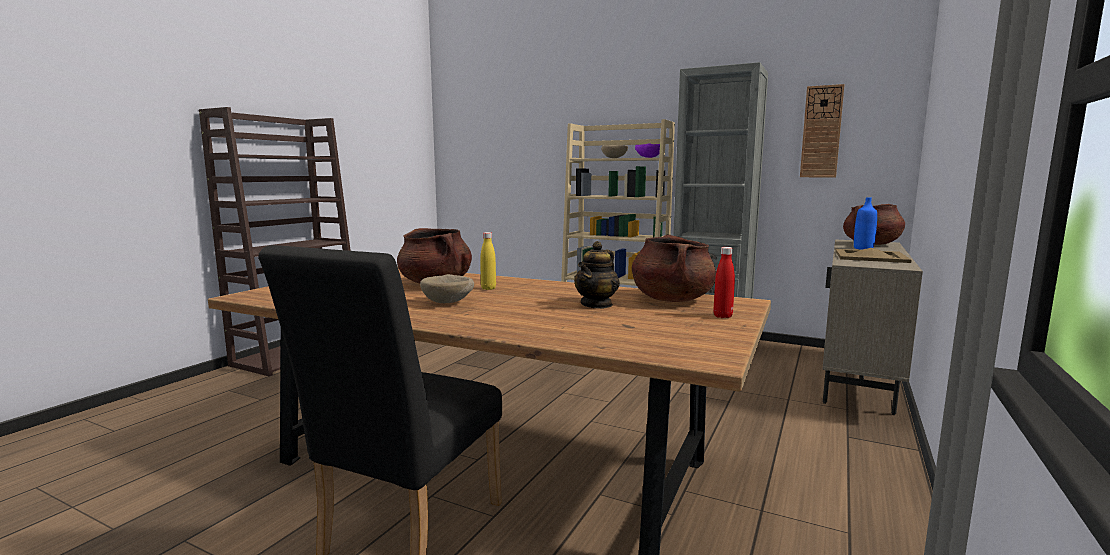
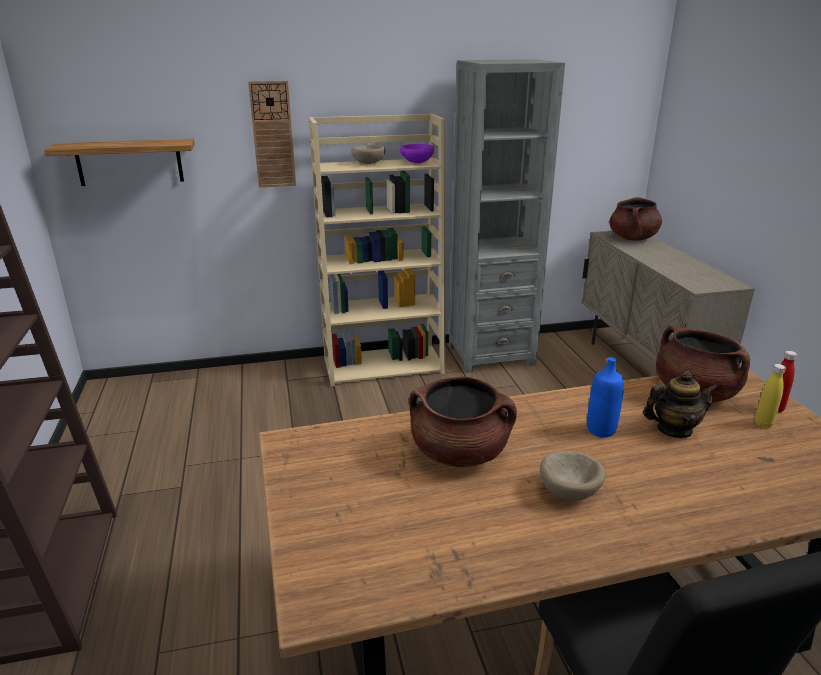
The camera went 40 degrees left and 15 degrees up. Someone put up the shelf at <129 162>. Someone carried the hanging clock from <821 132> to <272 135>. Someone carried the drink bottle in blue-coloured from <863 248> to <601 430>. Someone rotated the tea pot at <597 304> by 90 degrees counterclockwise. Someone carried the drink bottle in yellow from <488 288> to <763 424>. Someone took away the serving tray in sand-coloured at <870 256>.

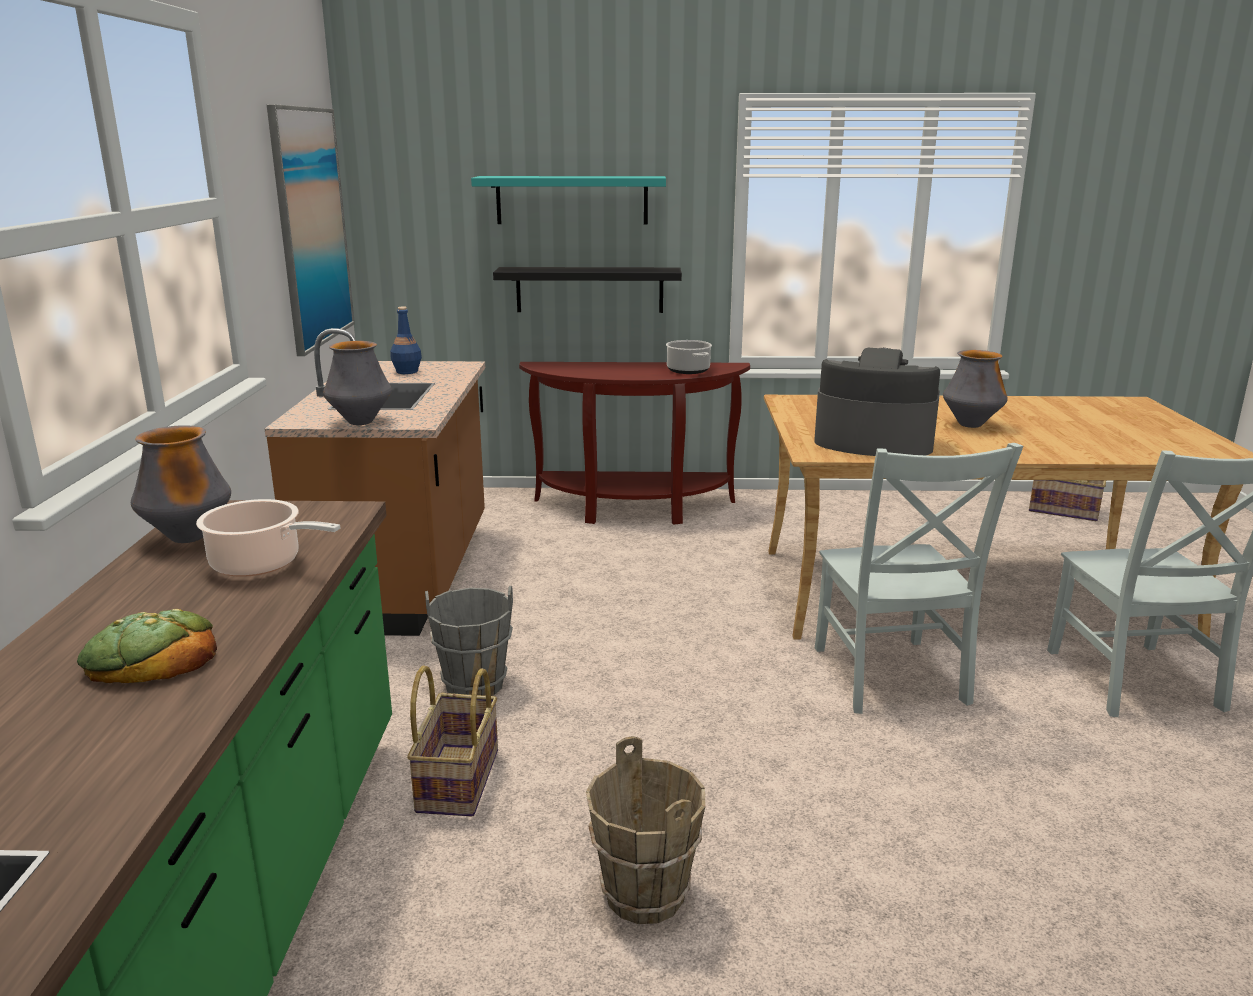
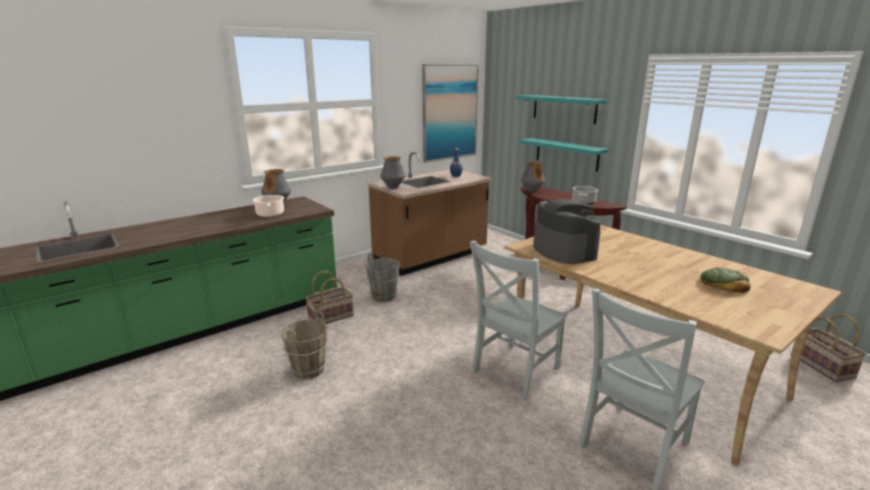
The camera went 50 degrees right and 0 degrees up. Someone repainted the shelf in black-coloured at <589 289>, which became the shelf in blue-green at <566 154>. Someone carried the flower vase from <971 425> to <532 191>. Someone carried the baked bread from <151 657> to <724 283>.

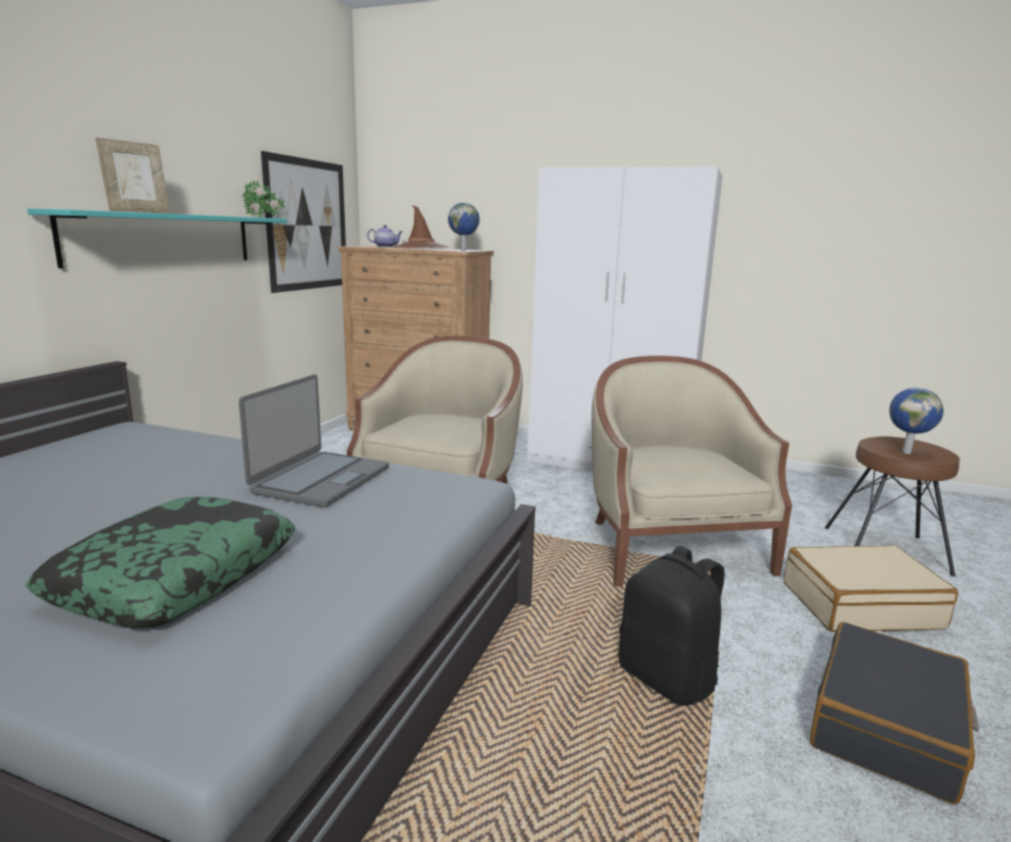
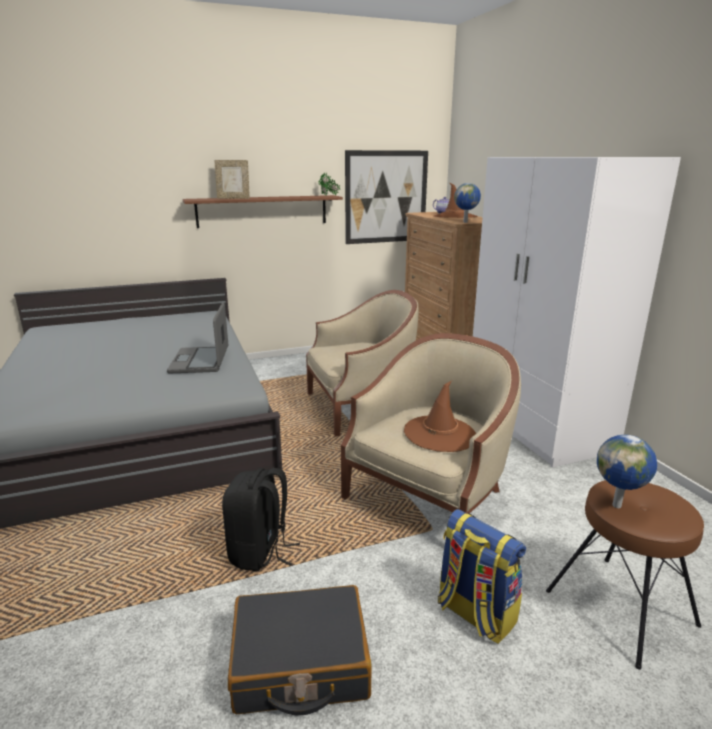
The camera went 50 degrees right and 5 degrees up. Someone rotated the notebook computer at <320 480> by 105 degrees clockwise. Someone repainted the shelf in blue-green at <164 239>, which became the shelf in brown at <262 211>. Someone put down the hat in brown at <440 434>. Someone swapped the piece of luggage in sand-coloured at <860 605> for the rucksack at <474 614>. Someone took away the cushion at <176 577>.

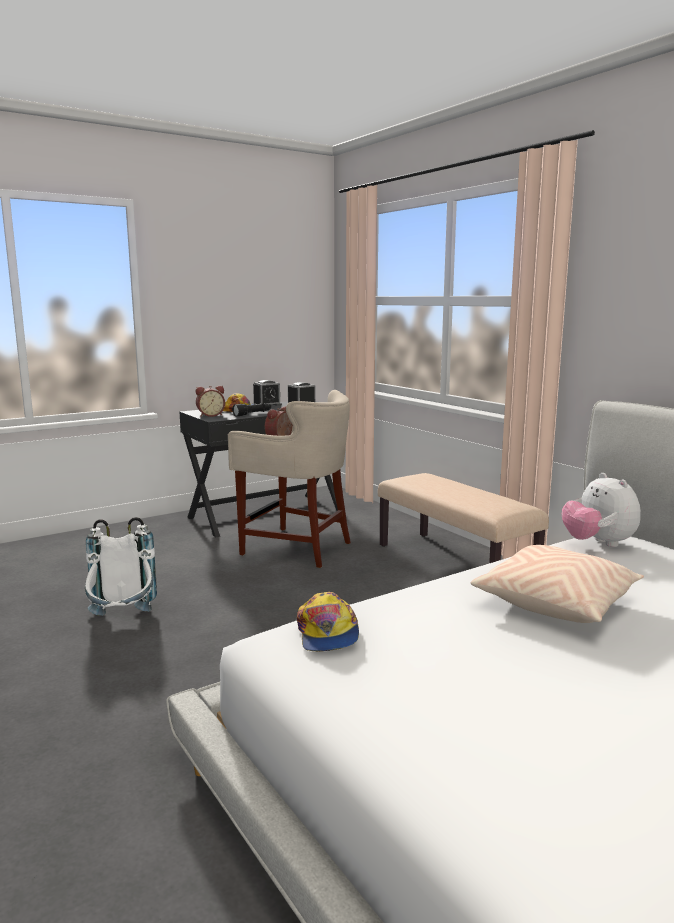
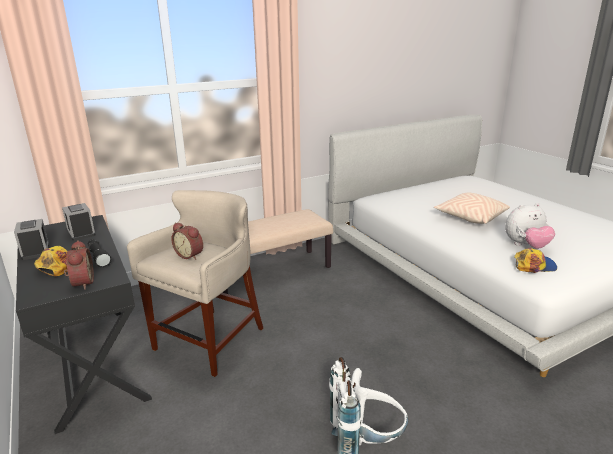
The camera went 85 degrees left and 10 degrees up. Someone carried the plush toy from <598 543> to <526 246>.

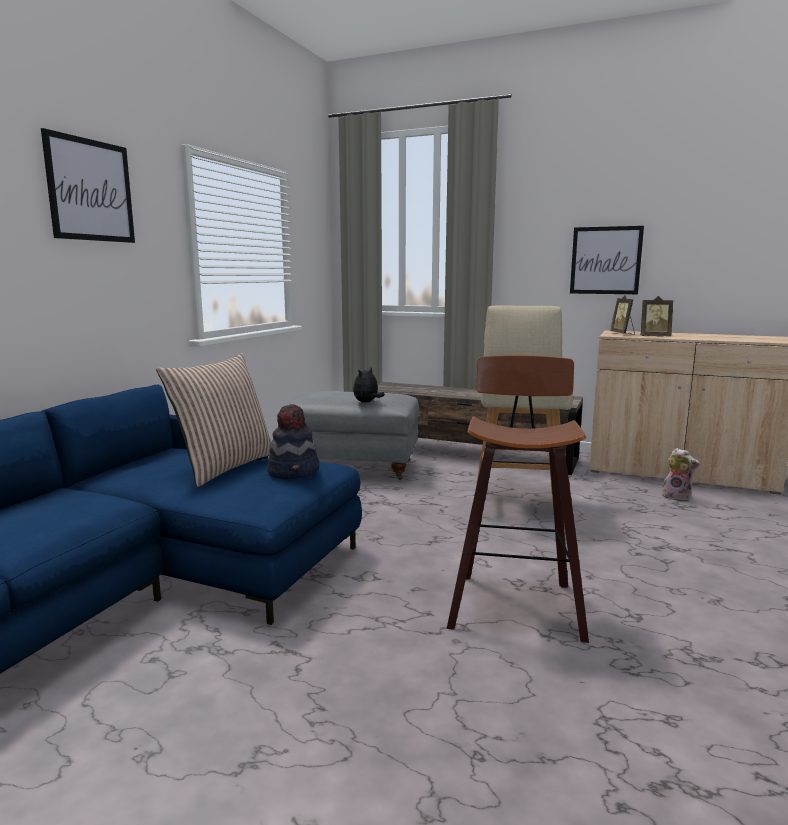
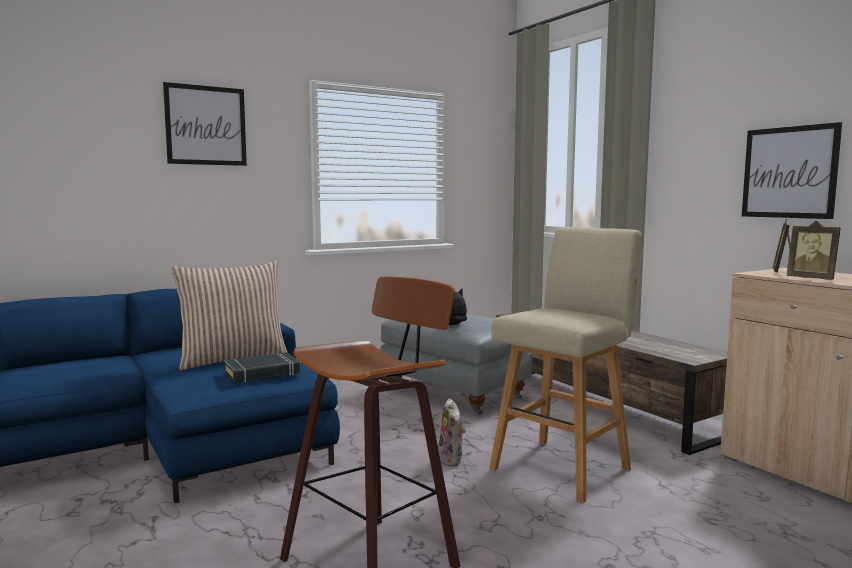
The camera went 35 degrees right and 5 degrees down. Someone swapped the hat at <294 472> for the bound book in black-coloured at <262 373>. Someone carried the plush toy from <677 497> to <452 460>.

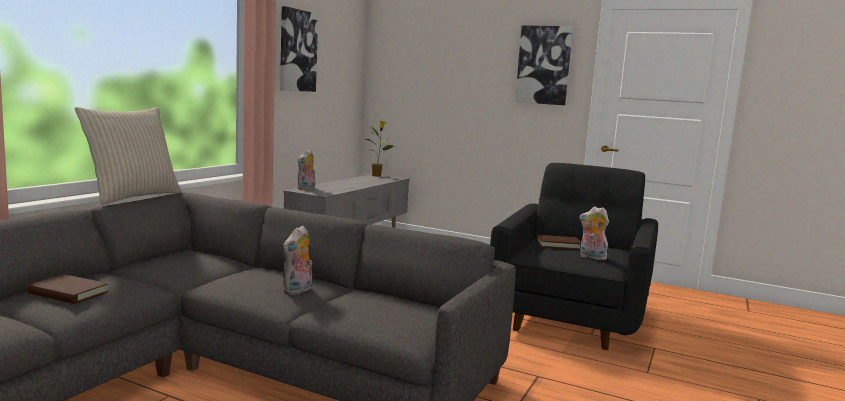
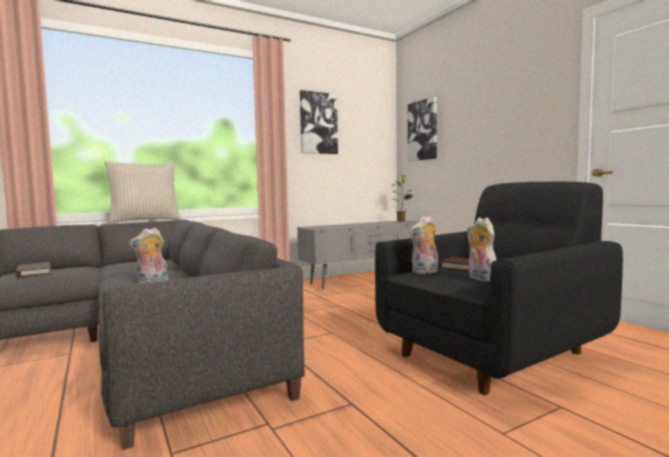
The camera went 35 degrees right and 5 degrees down. Someone carried the picture from <543 65> to <423 130>. Someone carried the plush toy from <306 189> to <425 272>.

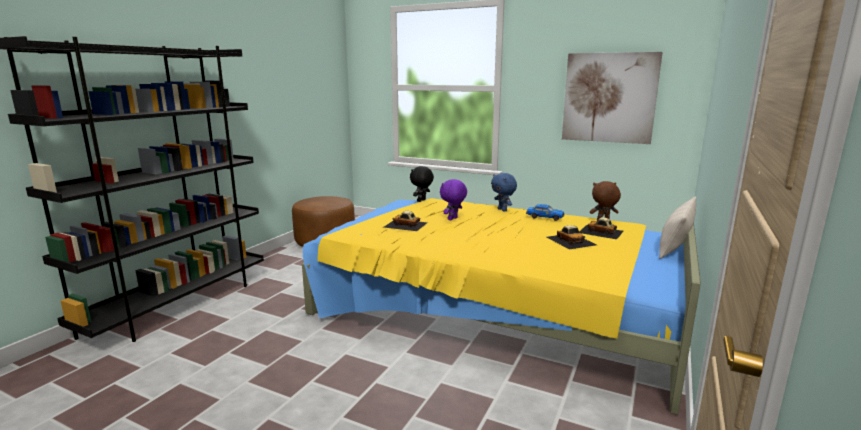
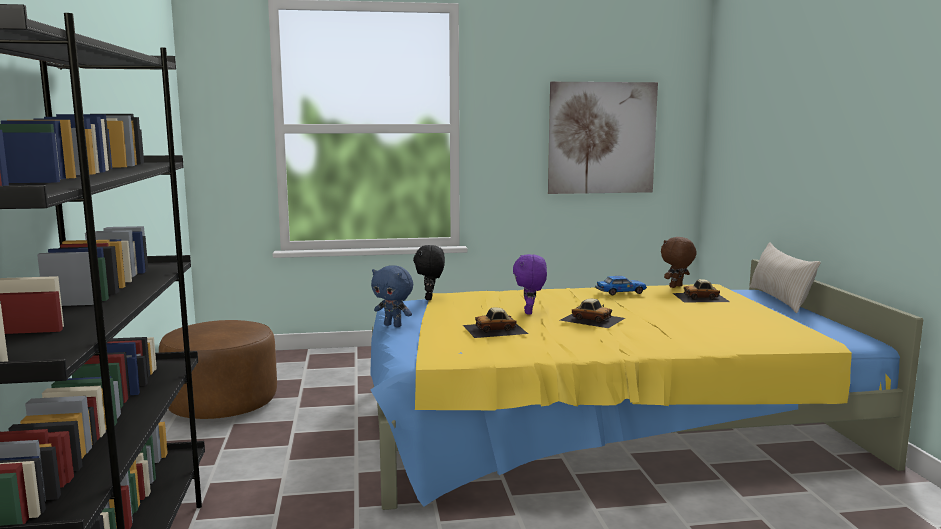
The camera went 35 degrees left and 5 degrees down. Someone carried the plush toy in blue-coloured from <503 210> to <393 325>. Someone carried the toy car from <571 240> to <592 319>.

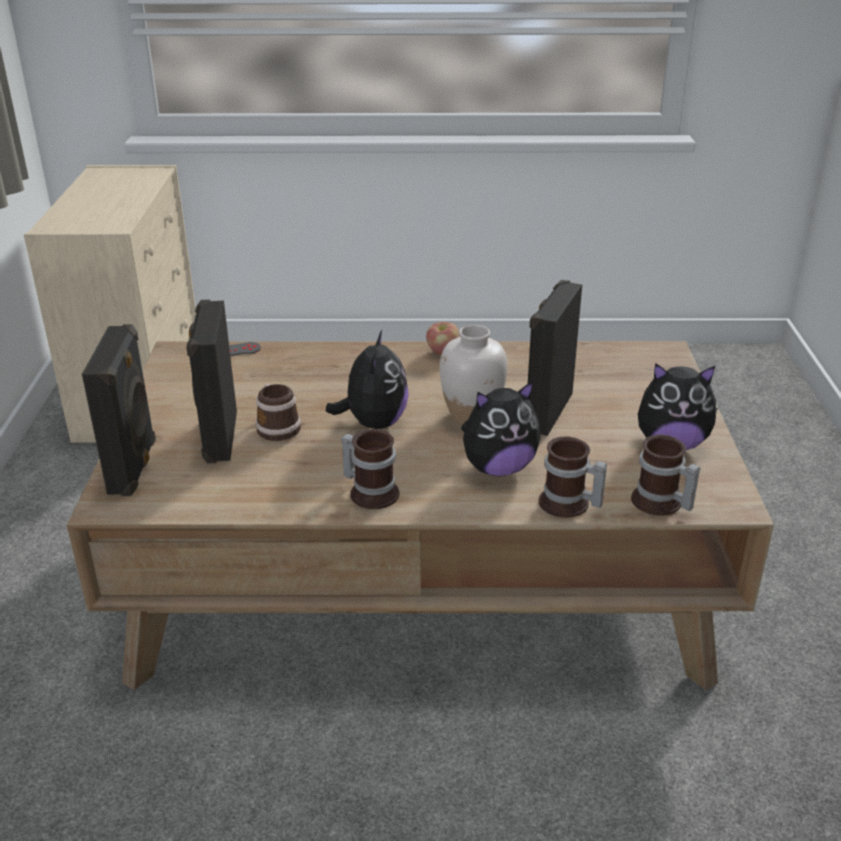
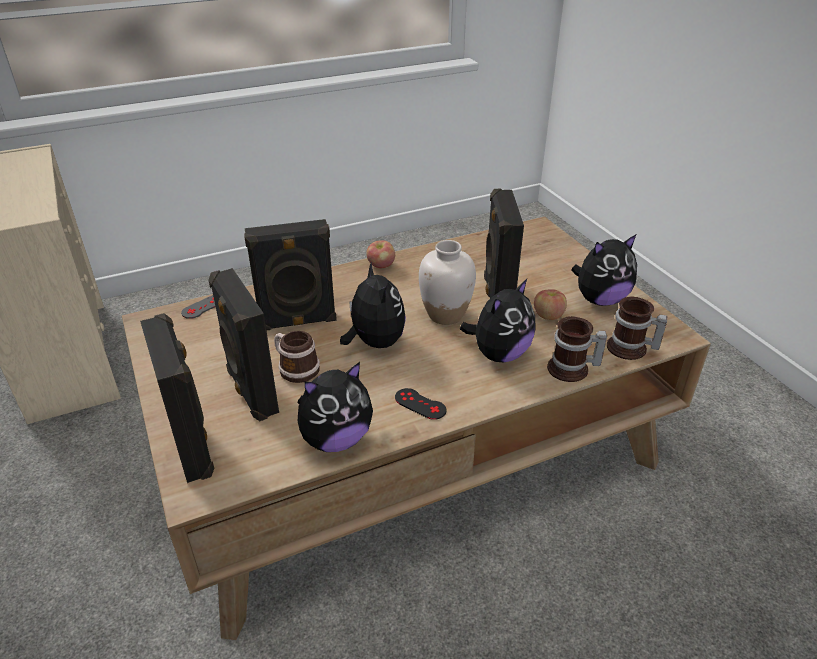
The camera went 25 degrees left and 5 degrees up. Someone put down the speaker in black-coloured at <298 322>. Someone put down the plush toy at <336 439>. Someone swapped the mug at <372 491> for the game controller in black-coloured at <420 404>. Someone put down the whole apple at <548 316>.

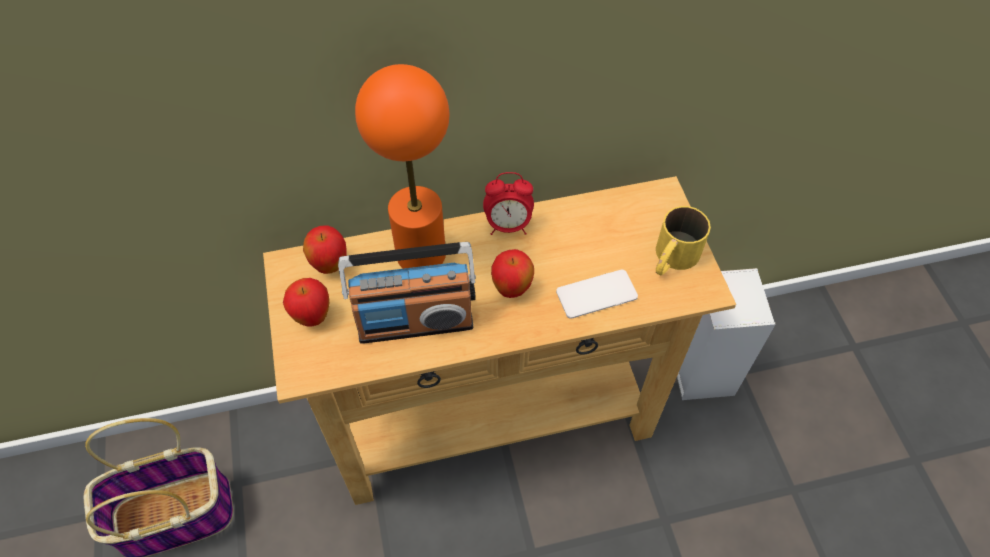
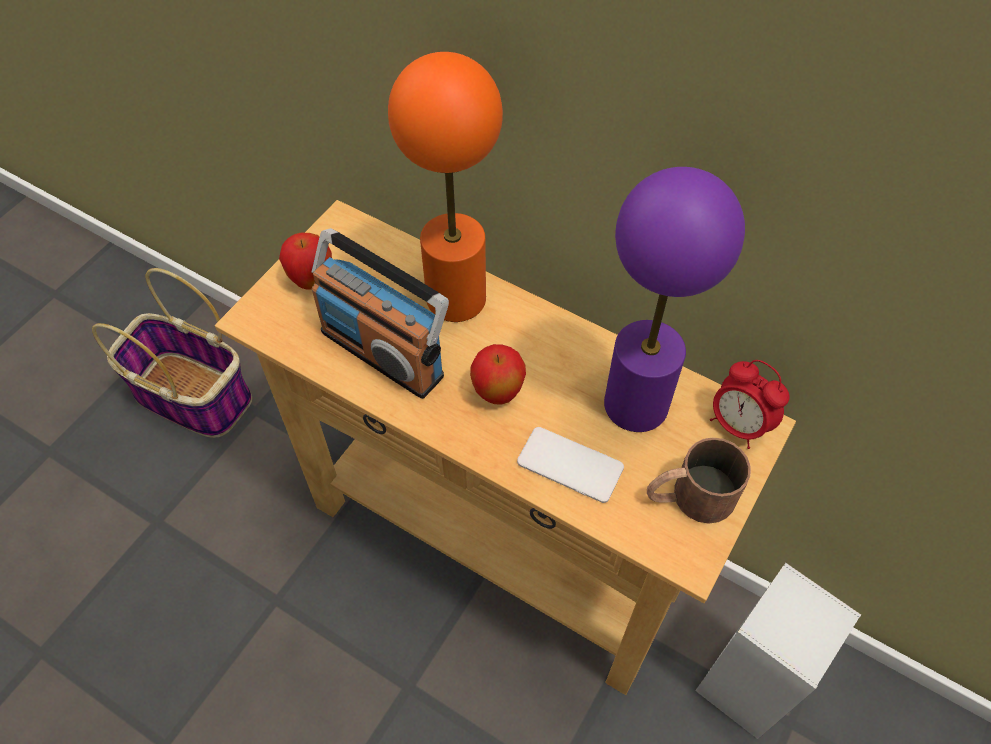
The camera went 45 degrees right and 0 degrees up. Someone put down the lamp for a table in purplish at <635 405>. Someone repainted the mug in yellow at <672 259>, which became the mug in brown at <689 496>. Someone carried the table clock from <508 226> to <738 425>. Someone took away the whole apple at <330 265>.

